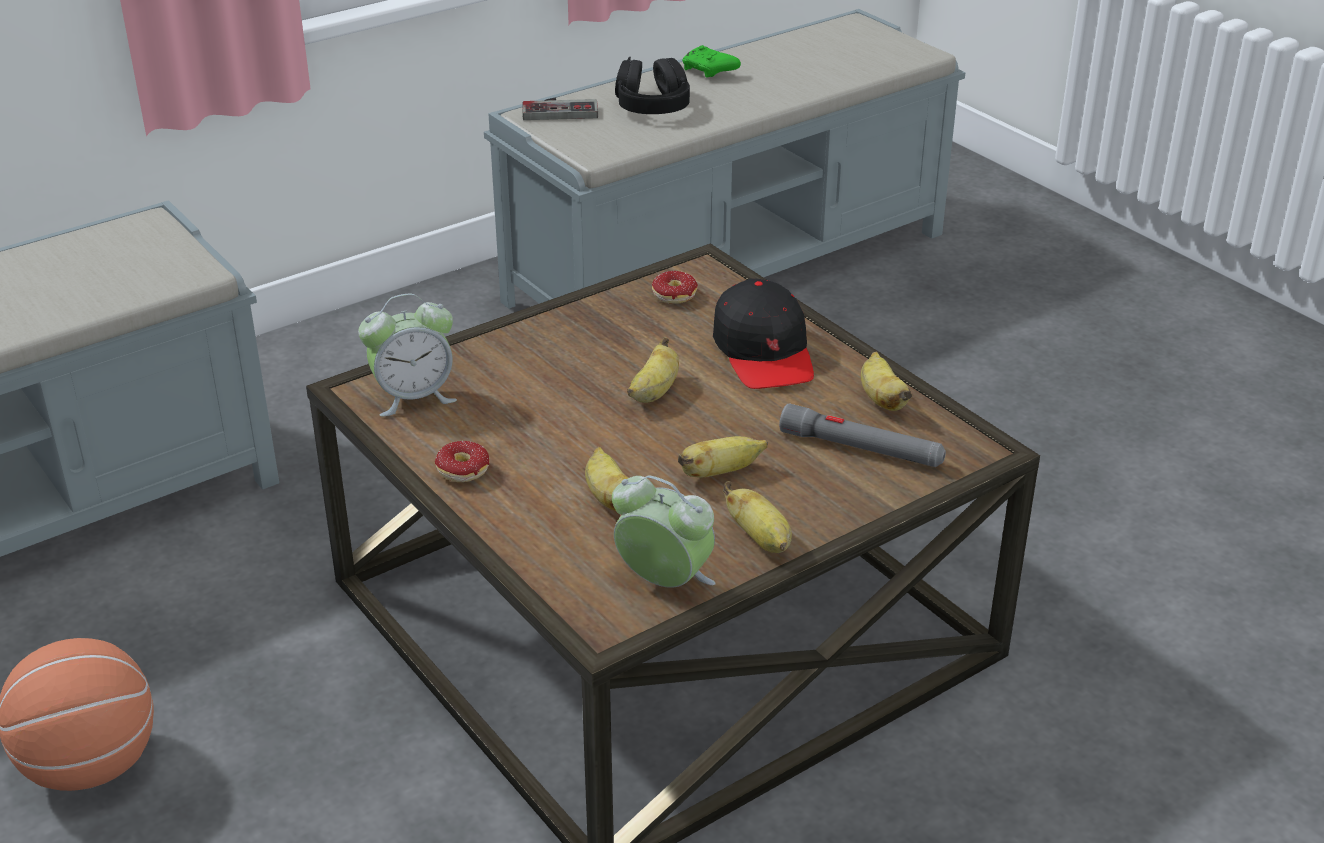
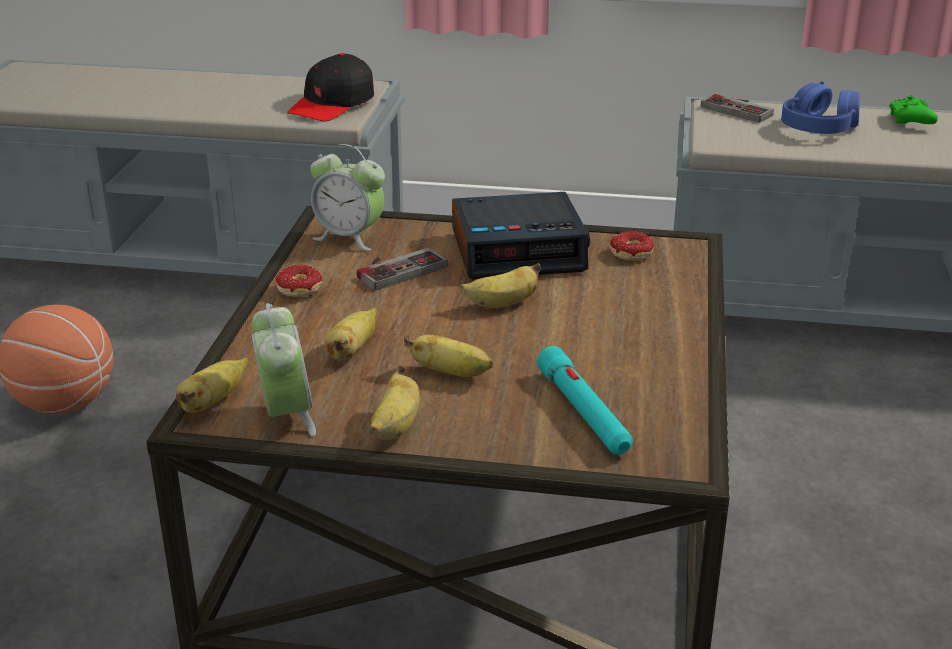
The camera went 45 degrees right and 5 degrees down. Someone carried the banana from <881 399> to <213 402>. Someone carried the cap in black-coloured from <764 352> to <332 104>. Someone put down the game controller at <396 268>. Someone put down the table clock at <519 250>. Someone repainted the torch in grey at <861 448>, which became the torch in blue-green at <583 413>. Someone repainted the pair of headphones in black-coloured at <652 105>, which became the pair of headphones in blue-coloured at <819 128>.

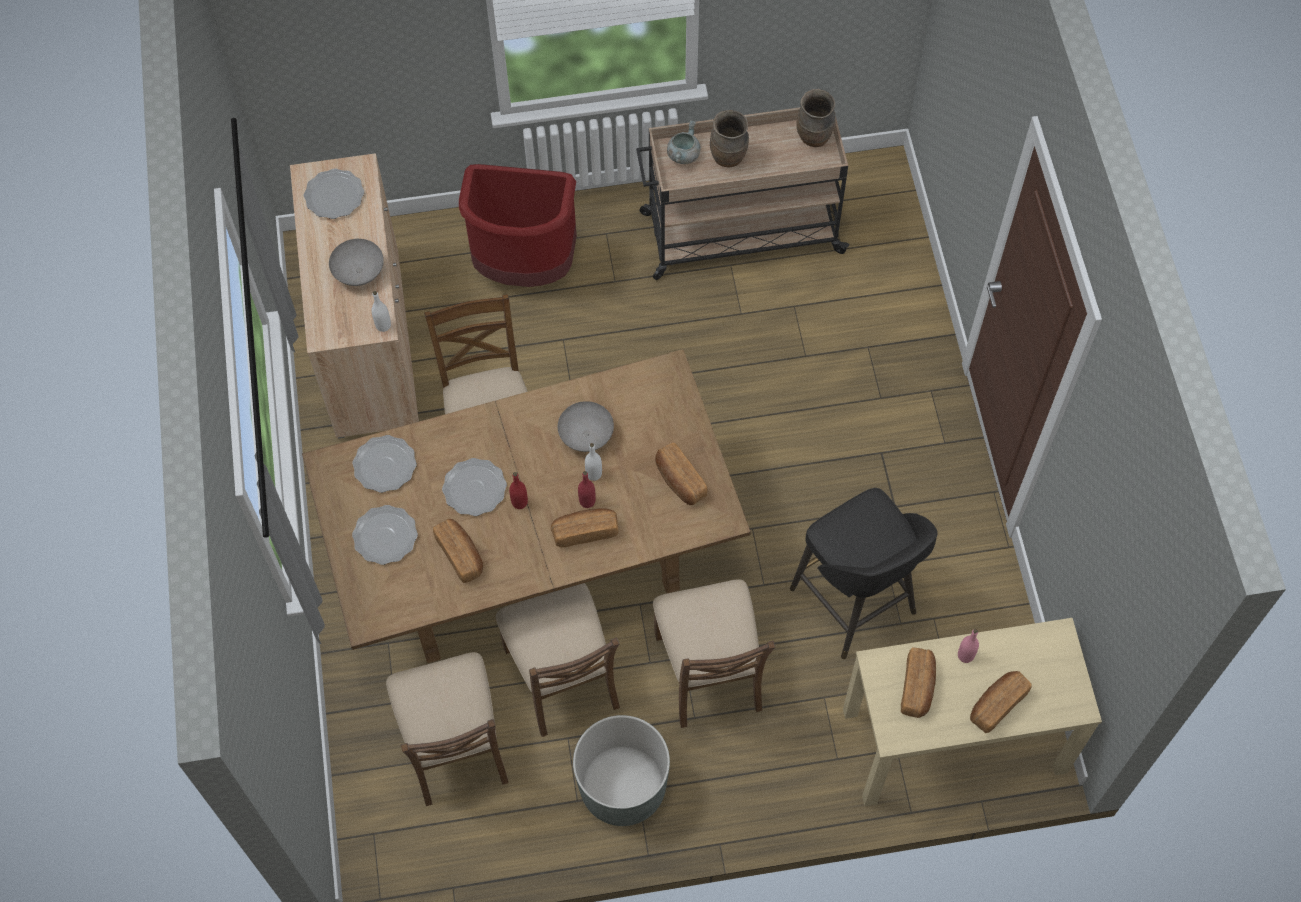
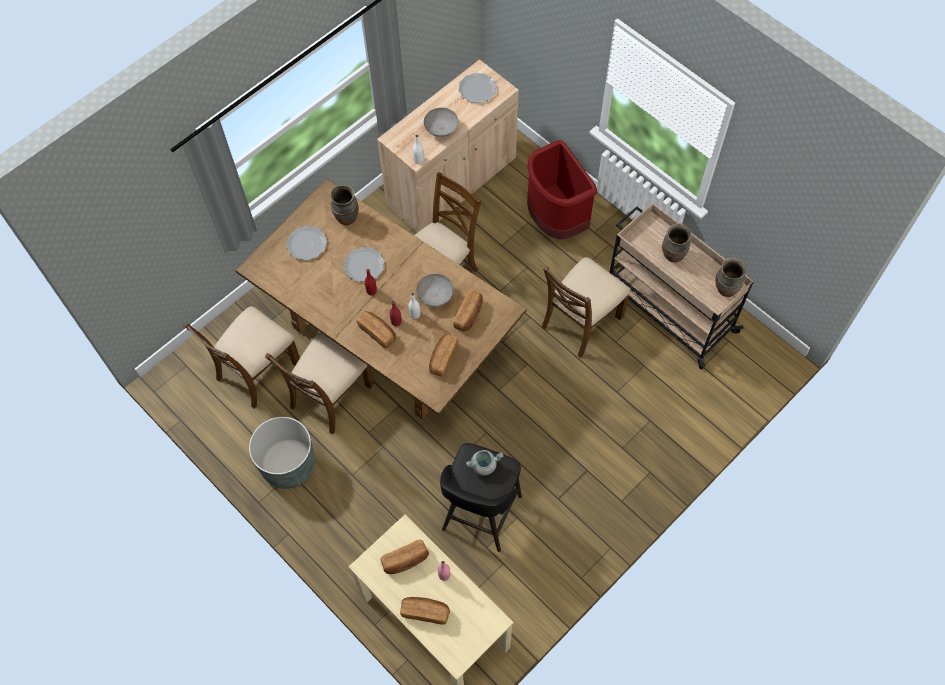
The camera went 55 degrees right and 0 degrees up. Someone swapped the plate at <384 465> for the flower vase in brown at <346 217>. Someone carried the baked bread from <460 554> to <469 315>. Someone carried the cooking pot in grey from <683 154> to <484 465>. Someone carried the upright chair in brown from <710 672> to <580 321>.

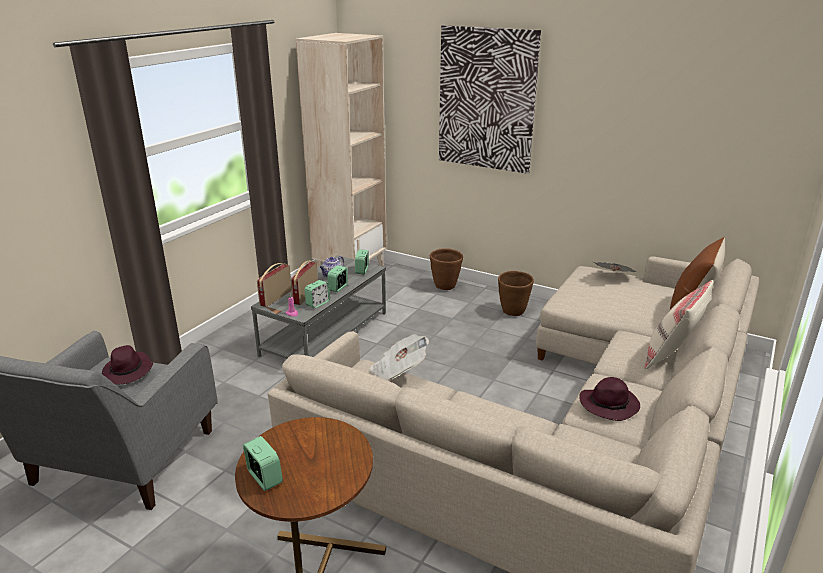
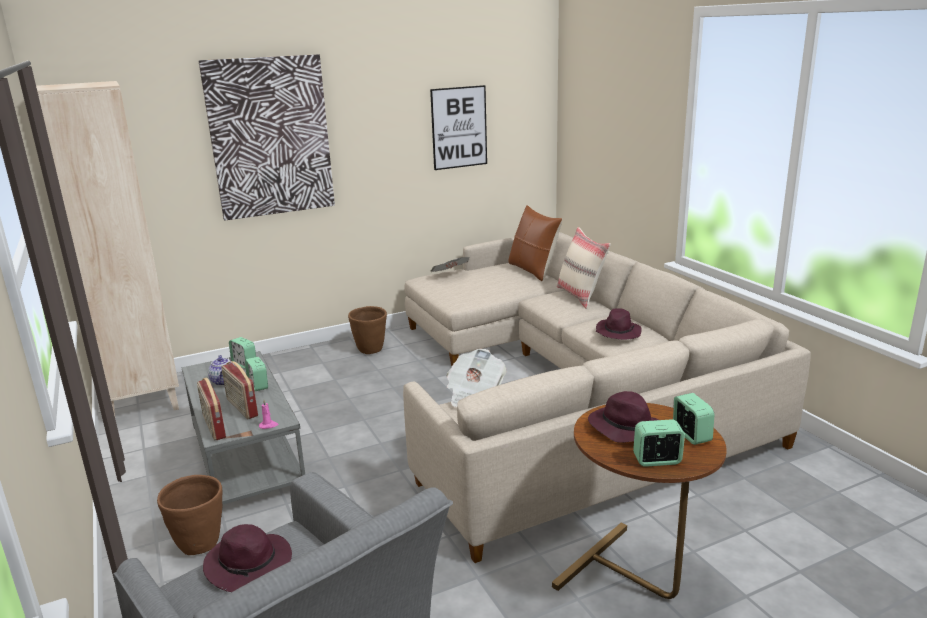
The camera went 55 degrees left and 5 degrees down. Someone carried the planter in brown from <445 286> to <200 545>. Someone put up the picture at <459 127>. Someone put down the hat in purplish at <625 428>. Someone carried the table clock from <318 303> to <691 435>.

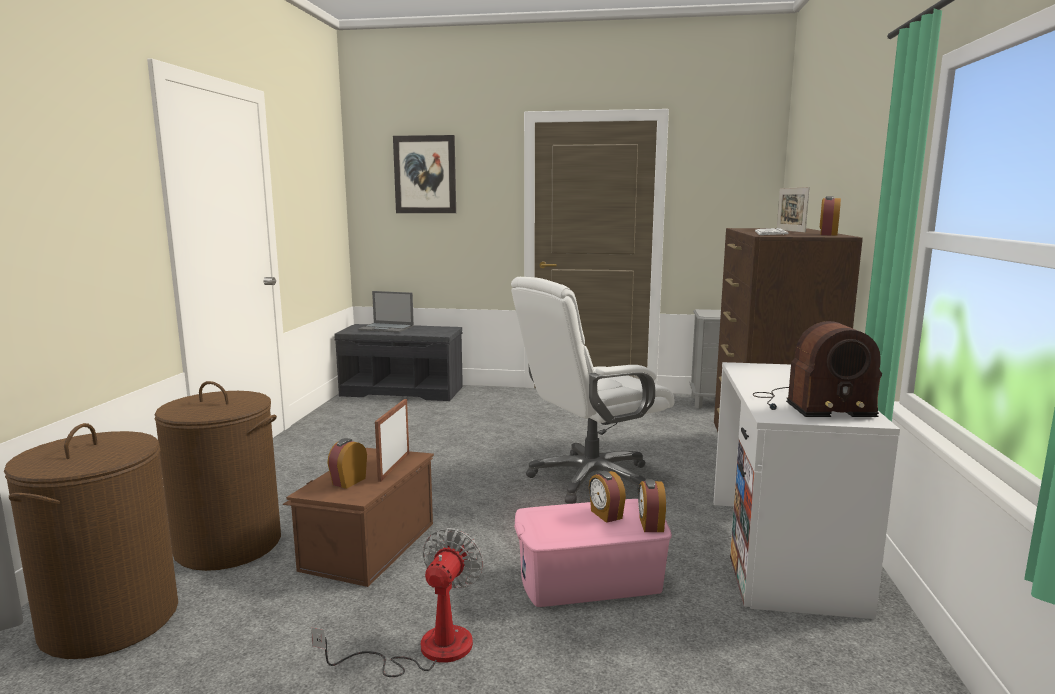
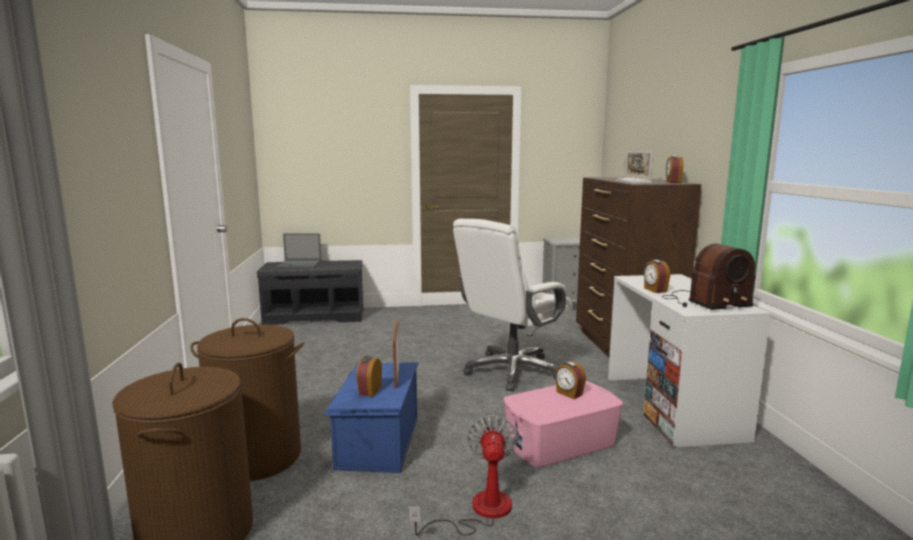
The camera went 15 degrees left and 0 degrees up. Someone repainted the storage box in brown at <367 546>, which became the storage box in blue-coloured at <376 442>. Someone carried the table clock from <650 525> to <654 290>. Someone took away the picture at <425 174>.

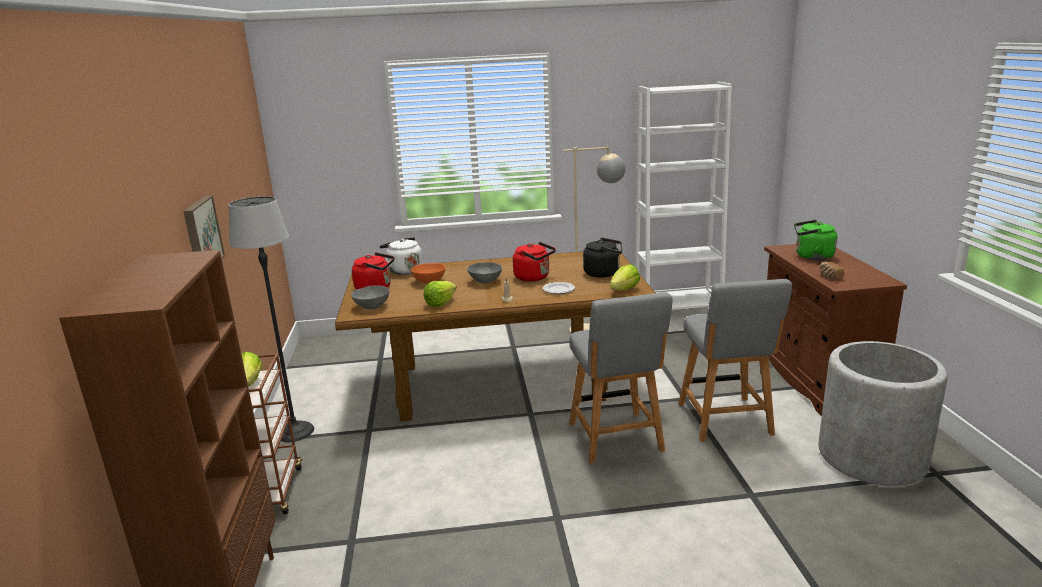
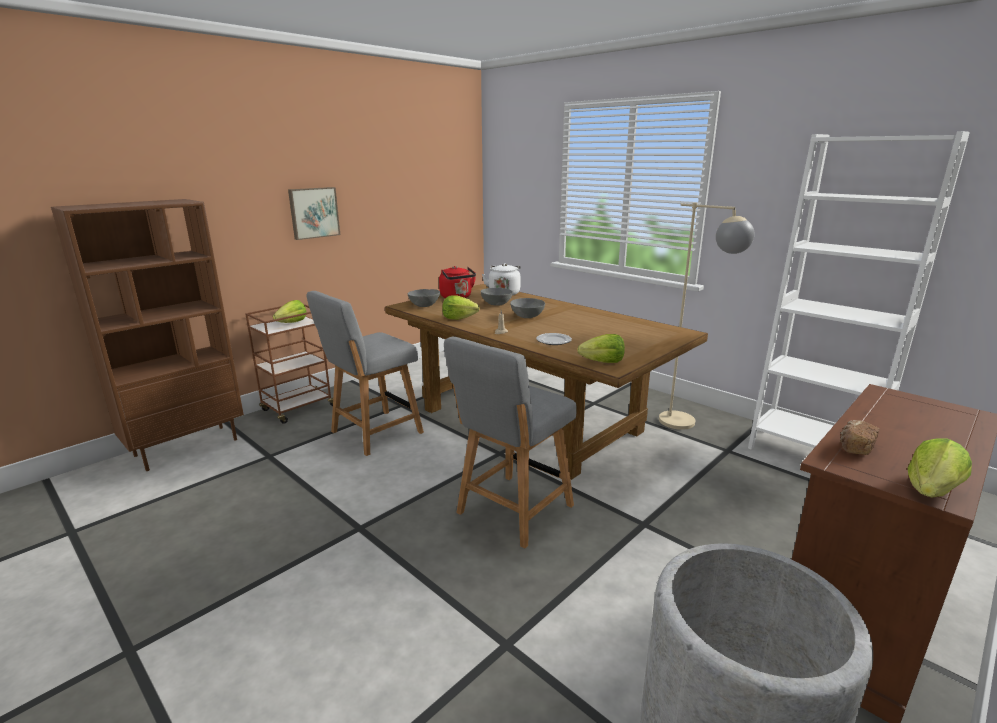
The camera went 50 degrees right and 0 degrees up. Someone carried the upright chair in grey from <726 421> to <373 433>. Someone repainted the deep dish in orange at <429 281>, which became the deep dish in grey at <496 304>. Someone put down the lettuce at <931 491>. Someone took away the standing lamp at <295 431>. Someone took away the water kettle in reddish at <534 277>. Someone took away the water kettle in black-coloured at <604 273>. Someone took away the water kettle in greenish at <811 256>.

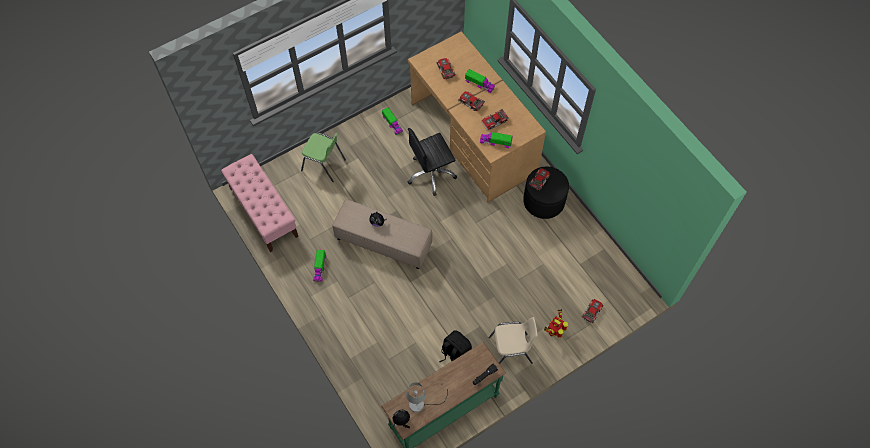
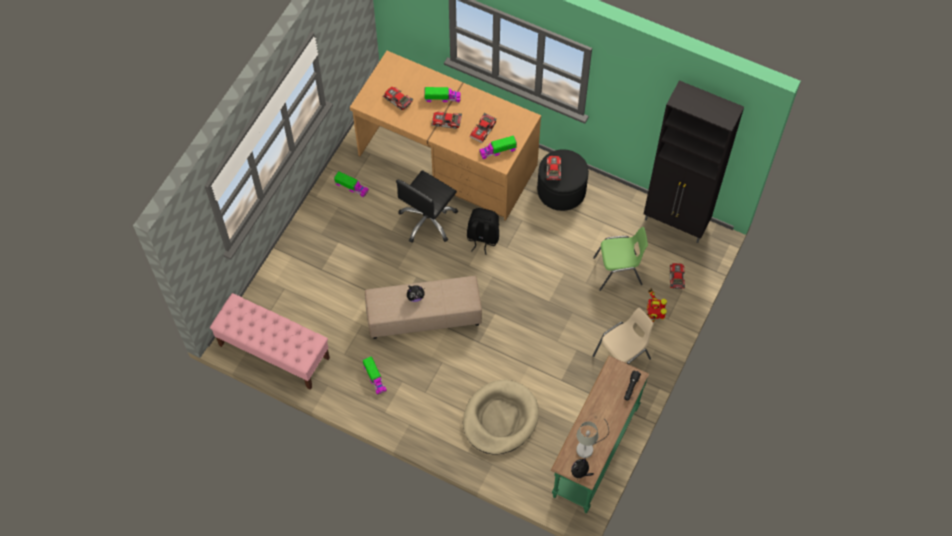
The camera went 30 degrees left and 0 degrees up. Someone put down the dog cushion in sand-coloured at <500 418>. Someone carried the rucksack in black-coloured from <455 355> to <482 238>. Someone carried the upright chair in greenish from <324 165> to <618 272>. Someone put down the cupboard in black-coloured at <676 222>.

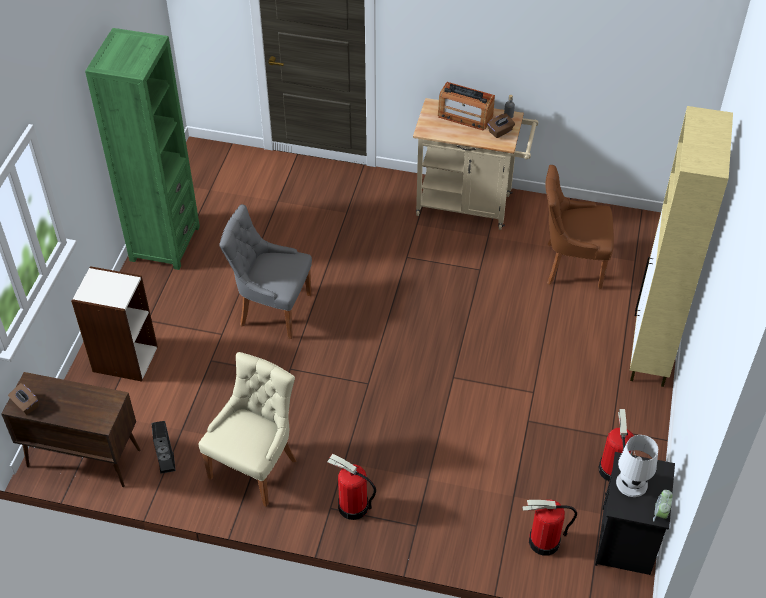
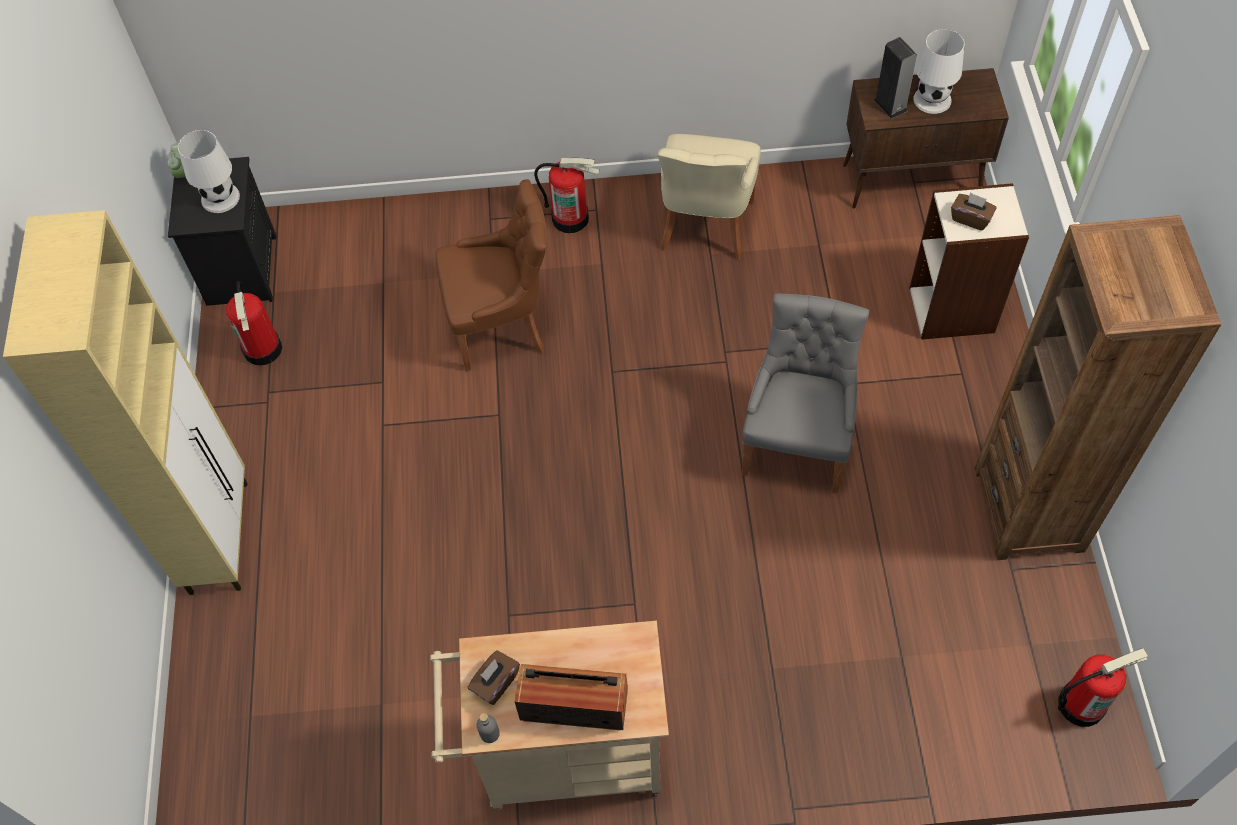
The camera went 165 degrees right and 10 degrees up. Someone carried the upright chair in brown from <571 265> to <502 326>. Someone rotated the upright chair in grey at <272 309> by 75 degrees counterclockwise. Someone carried the speaker from <166 462> to <890 105>. Someone put down the lamp for a table in white-coloured at <931 99>. Someone carried the tissue holder in brown from <25 405> to <970 218>. Someone repainted the shelving unit in greenish at <164 243>, which became the shelving unit in brown at <1029 509>. Someone carried the fire-fighting cylinder from <544 542> to <1081 703>.

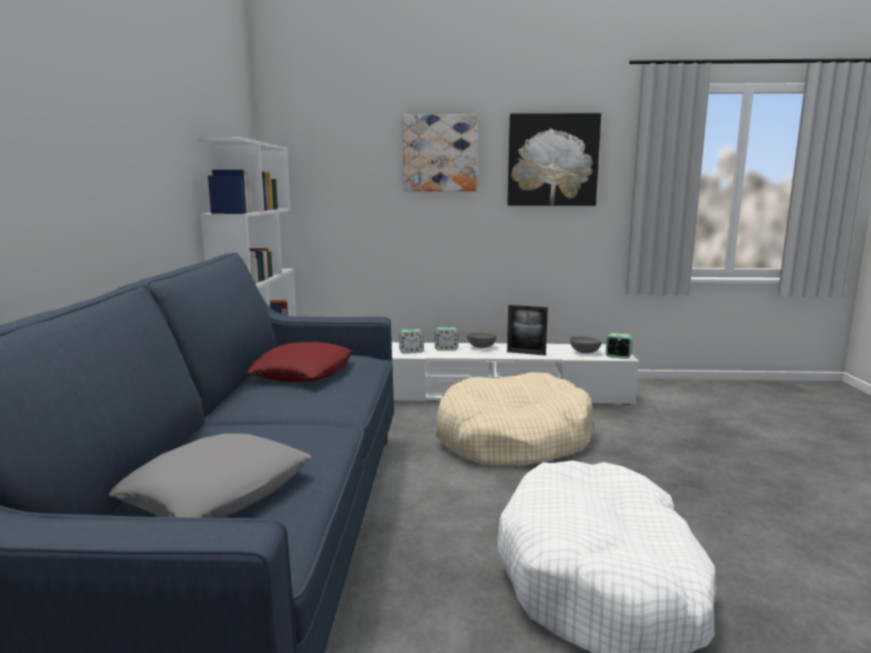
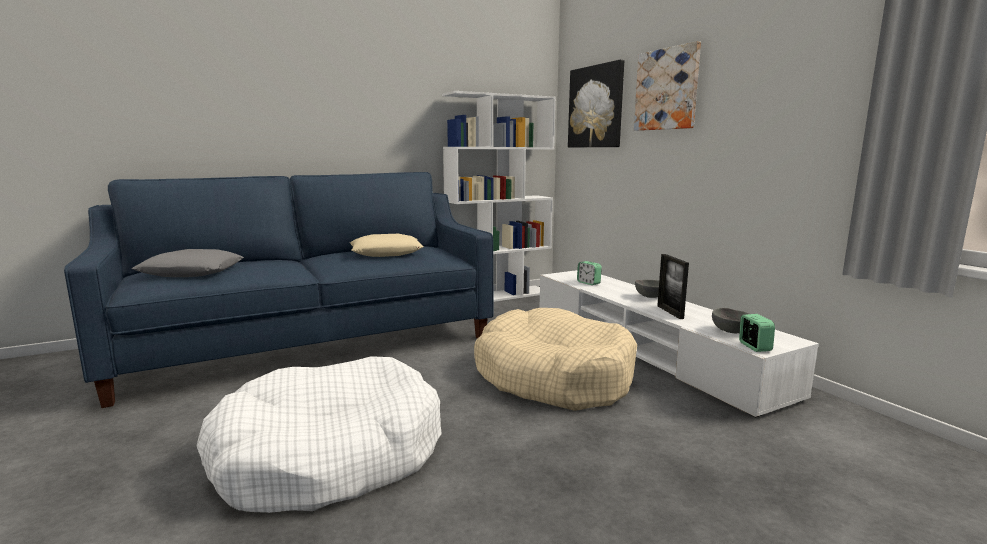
The camera went 60 degrees right and 0 degrees up. Someone repainted the cushion in reddish at <303 372>, which became the cushion in sand-coloured at <386 253>. Someone carried the picture from <552 160> to <596 107>. Someone took away the table clock at <446 349>.

